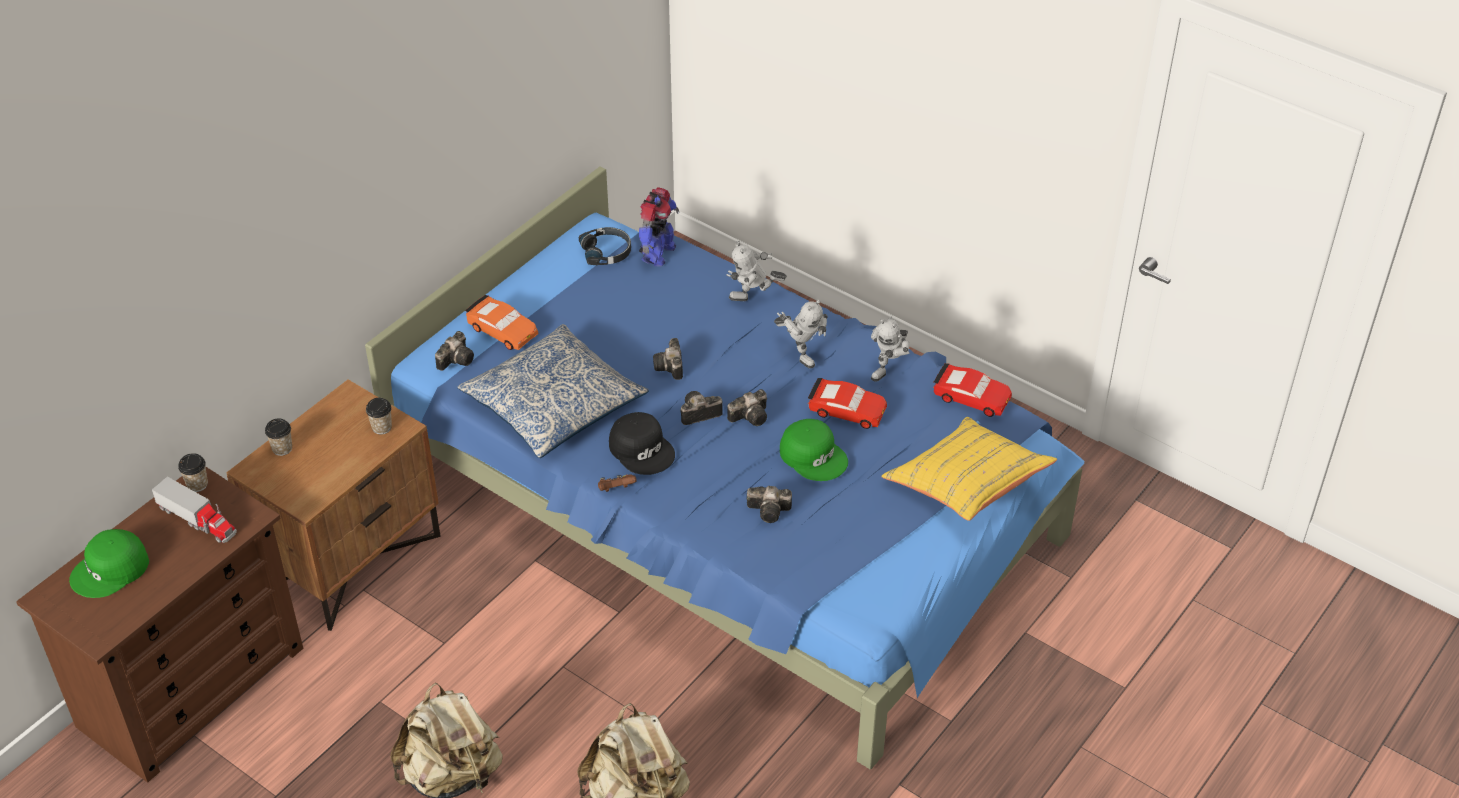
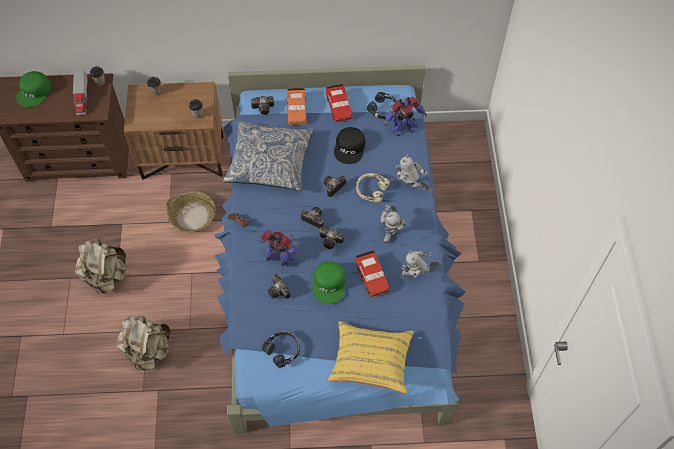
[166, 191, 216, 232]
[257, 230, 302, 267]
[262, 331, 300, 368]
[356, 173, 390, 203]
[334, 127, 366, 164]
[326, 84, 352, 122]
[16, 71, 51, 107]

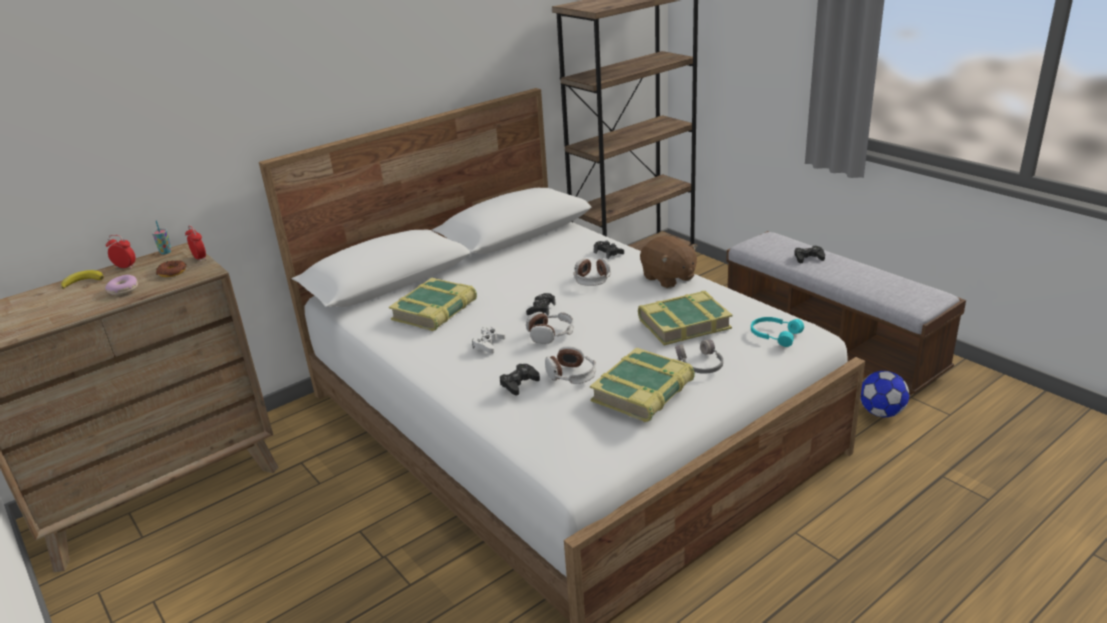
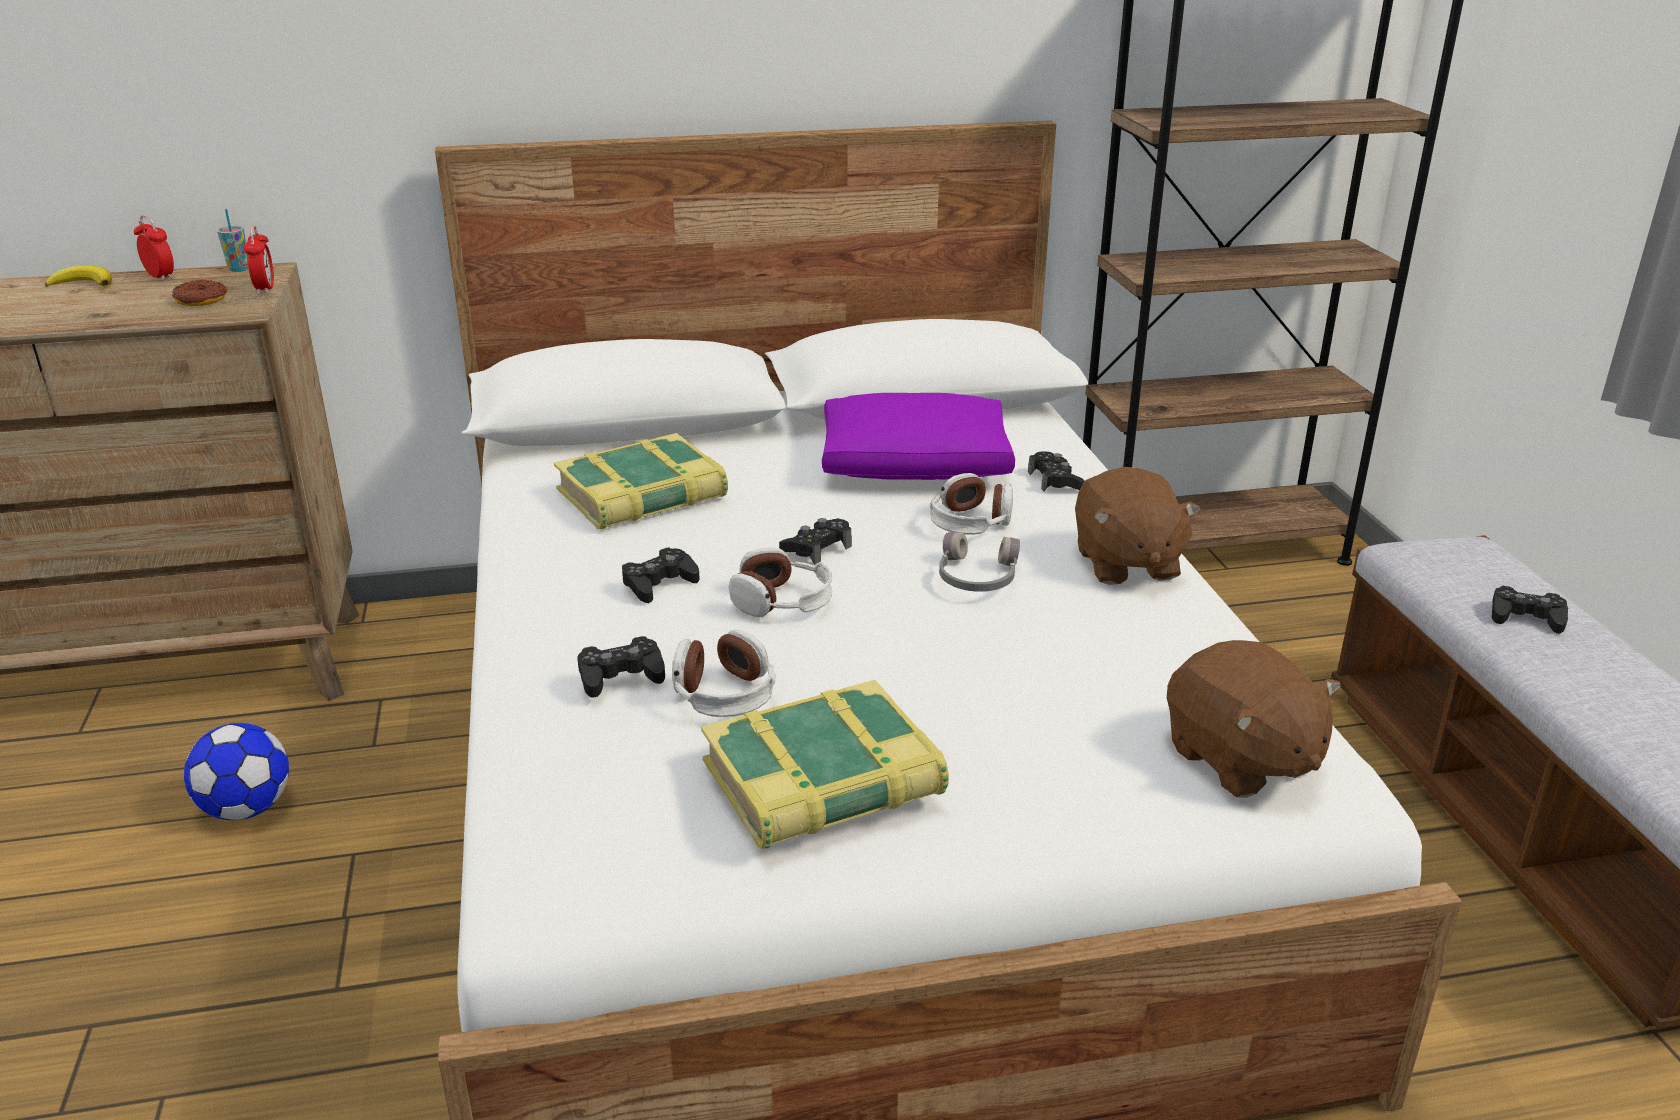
[105, 275, 138, 295] (first image)
[638, 291, 732, 346] (first image)
[822, 393, 1015, 480]
[939, 532, 1020, 592]
[184, 723, 289, 820]
[1167, 640, 1341, 798]
[622, 548, 700, 603]

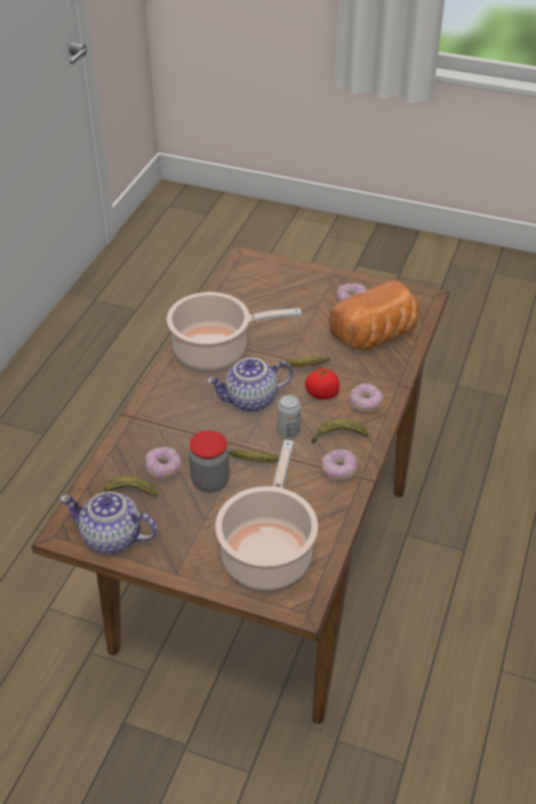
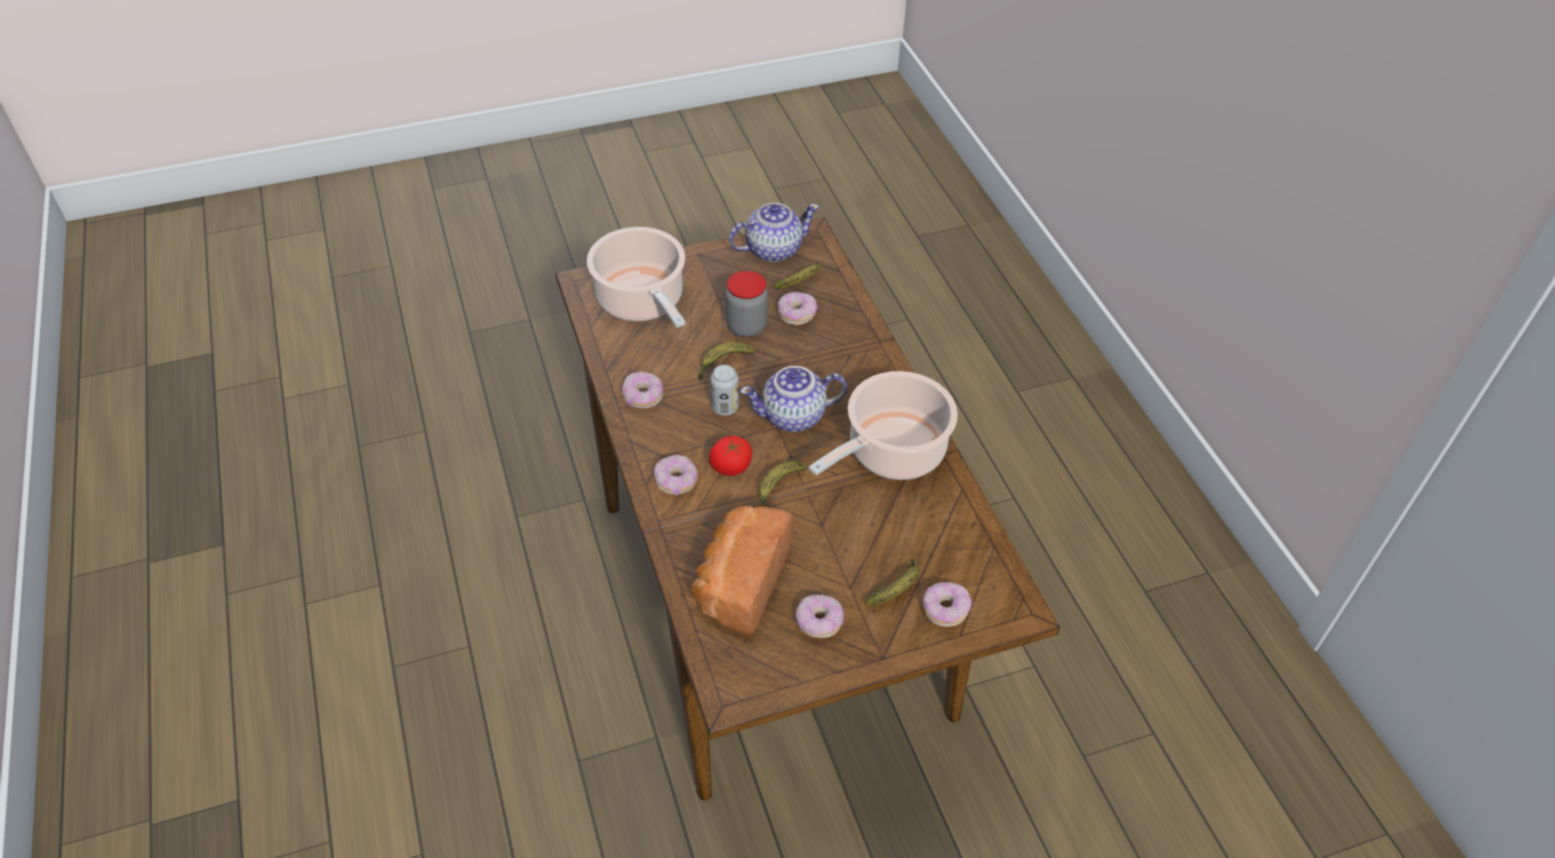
[923, 582, 972, 627]
[865, 559, 919, 606]
[740, 366, 847, 432]

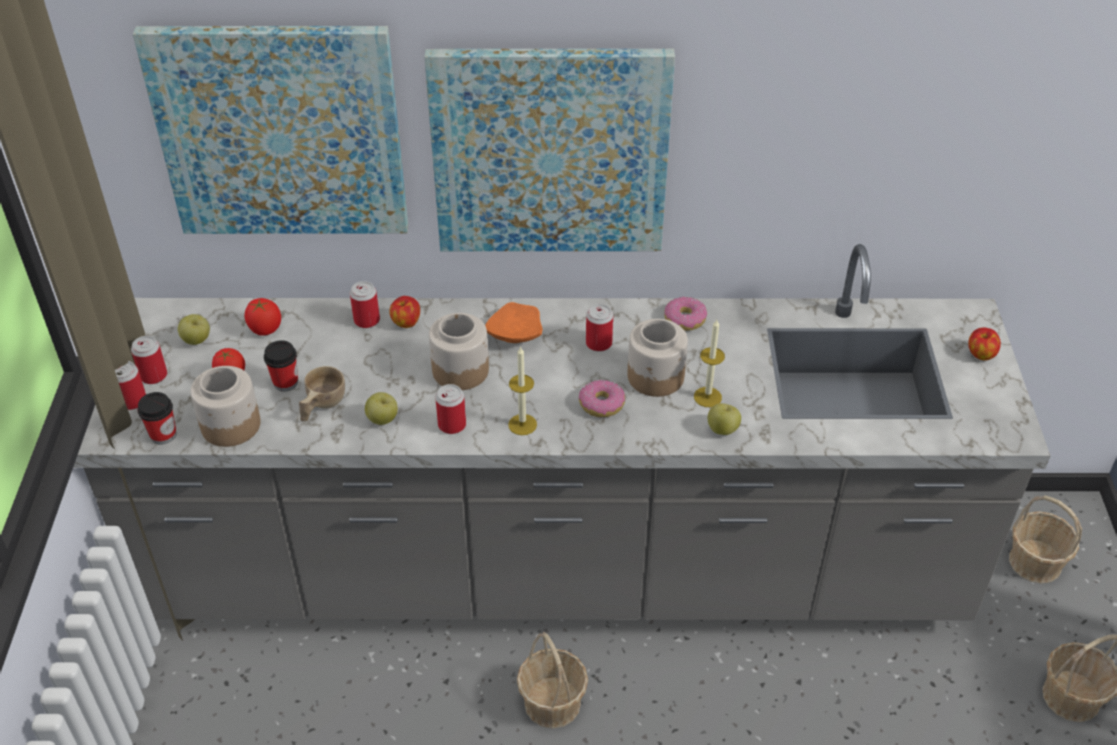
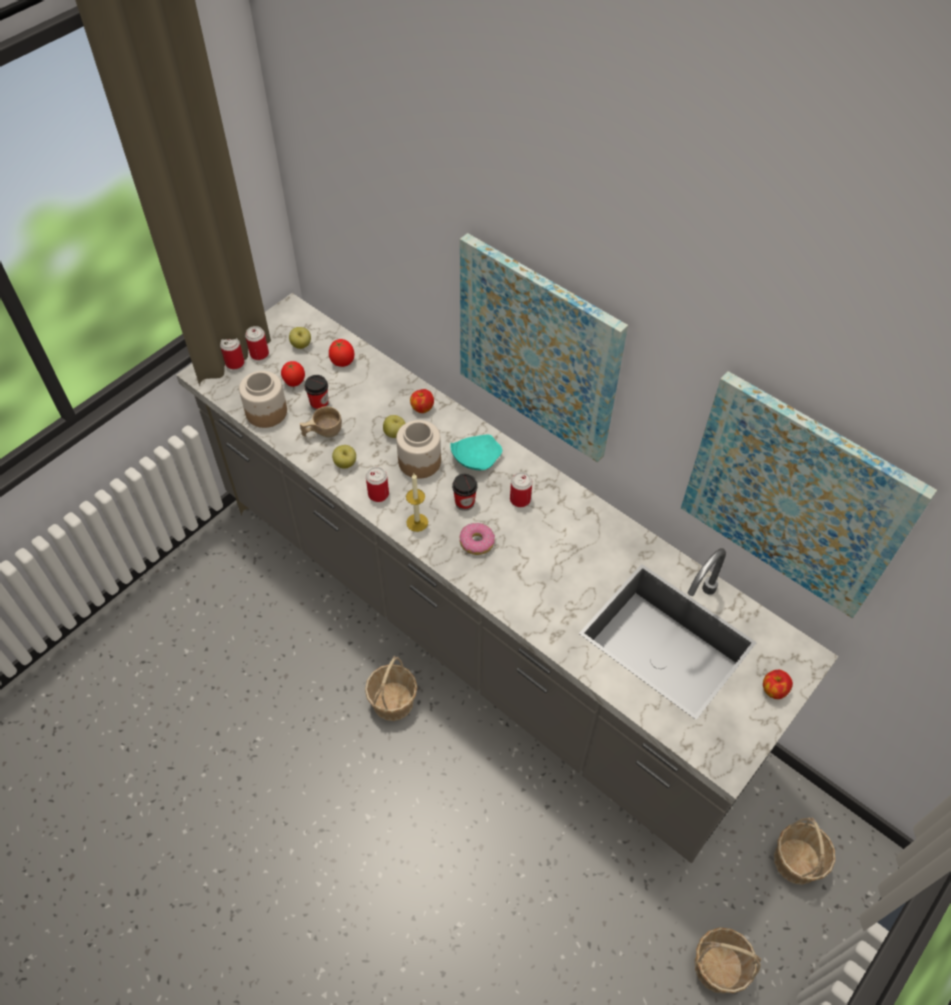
[350, 281, 380, 328] (first image)
[627, 319, 688, 397] (first image)
[664, 296, 707, 331] (first image)
[694, 320, 725, 407] (first image)
[681, 371, 937, 618]
[452, 474, 477, 511]
[383, 415, 405, 438]
[450, 435, 502, 470]

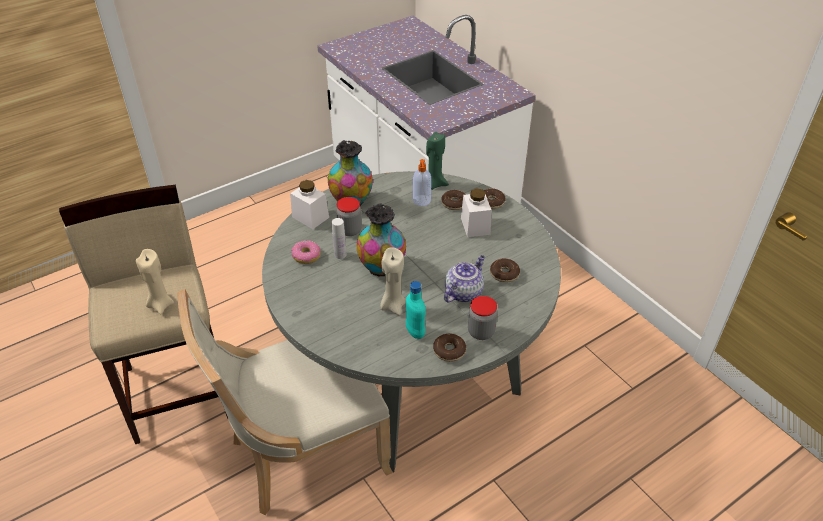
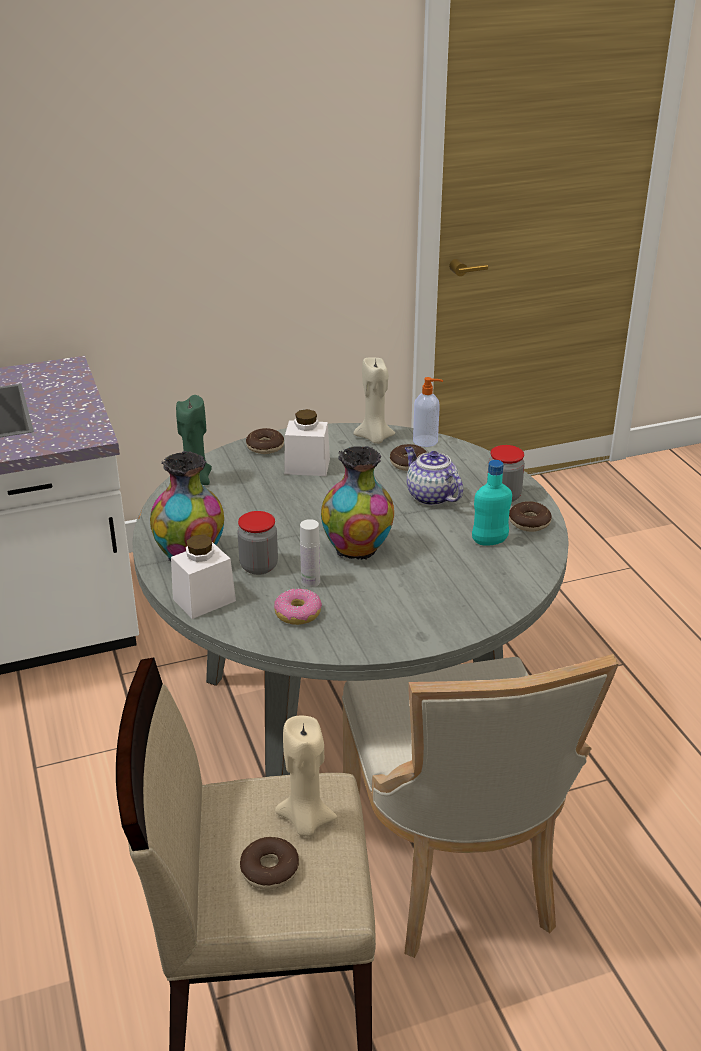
[353, 357, 395, 444]
[413, 377, 443, 447]
[240, 837, 299, 889]

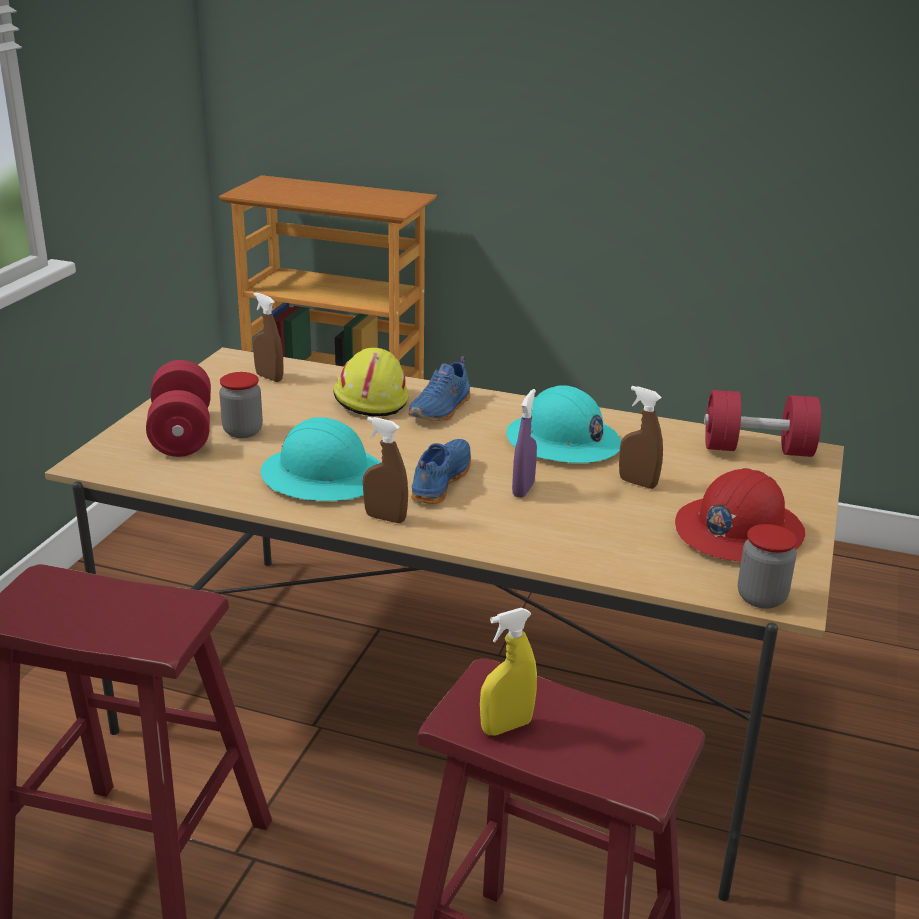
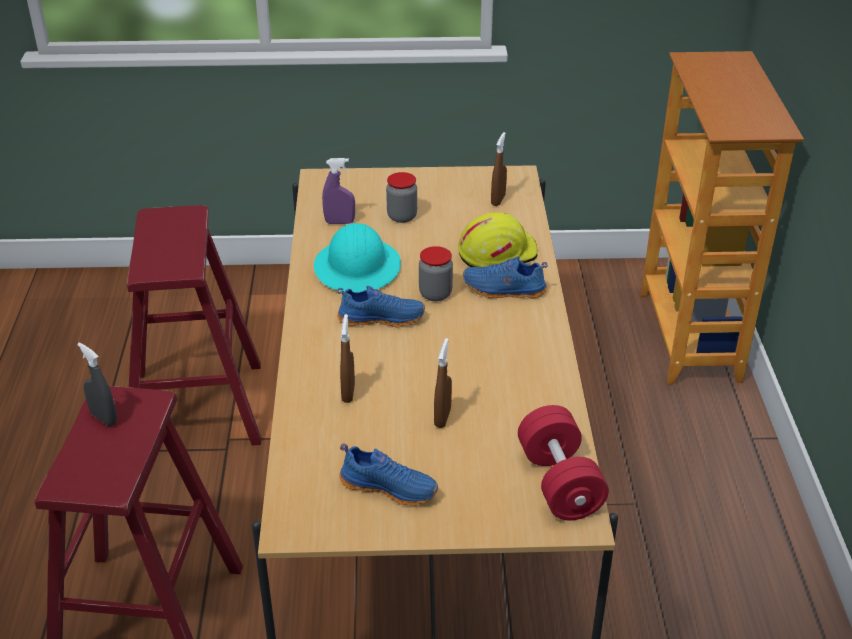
[146, 360, 211, 457] (first image)
[506, 385, 621, 463] (first image)
[340, 314, 355, 403]
[322, 158, 355, 224]
[419, 246, 453, 301]
[339, 443, 438, 505]
[77, 342, 117, 426]

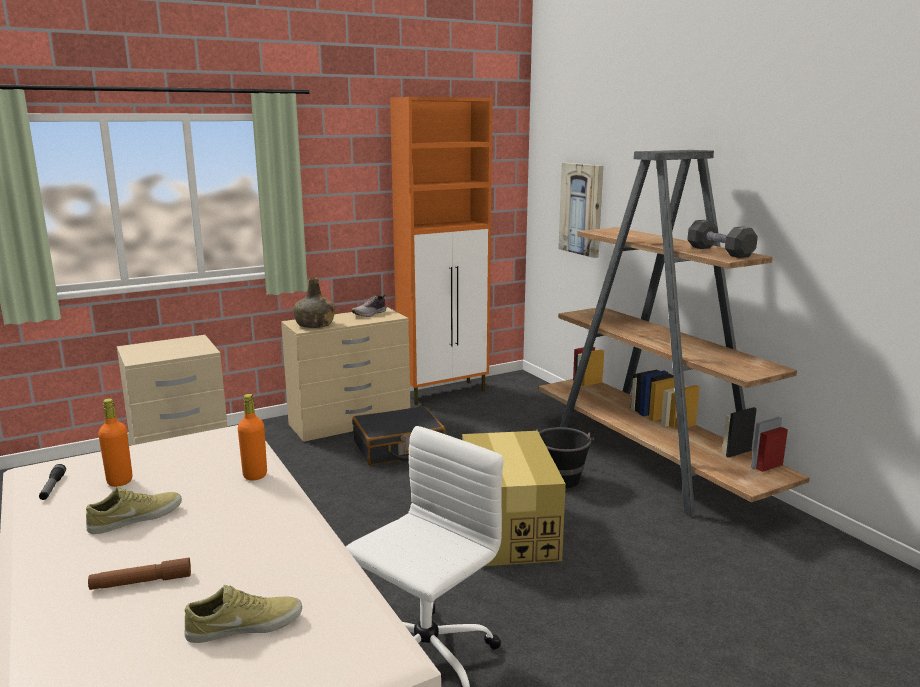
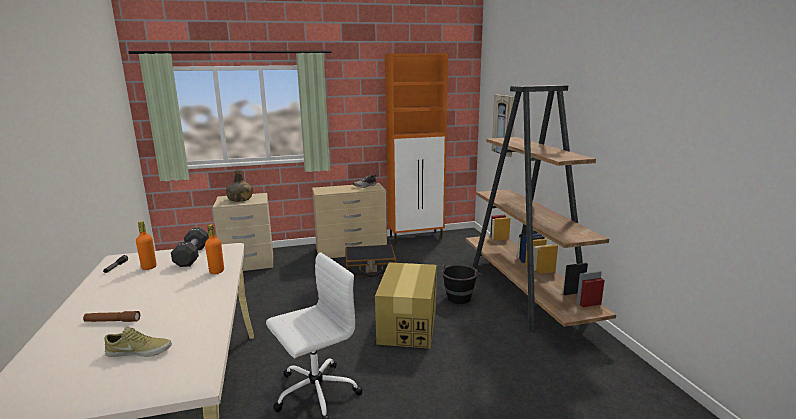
[86, 486, 182, 534] (first image)
[226, 170, 253, 202]
[171, 227, 209, 267]

